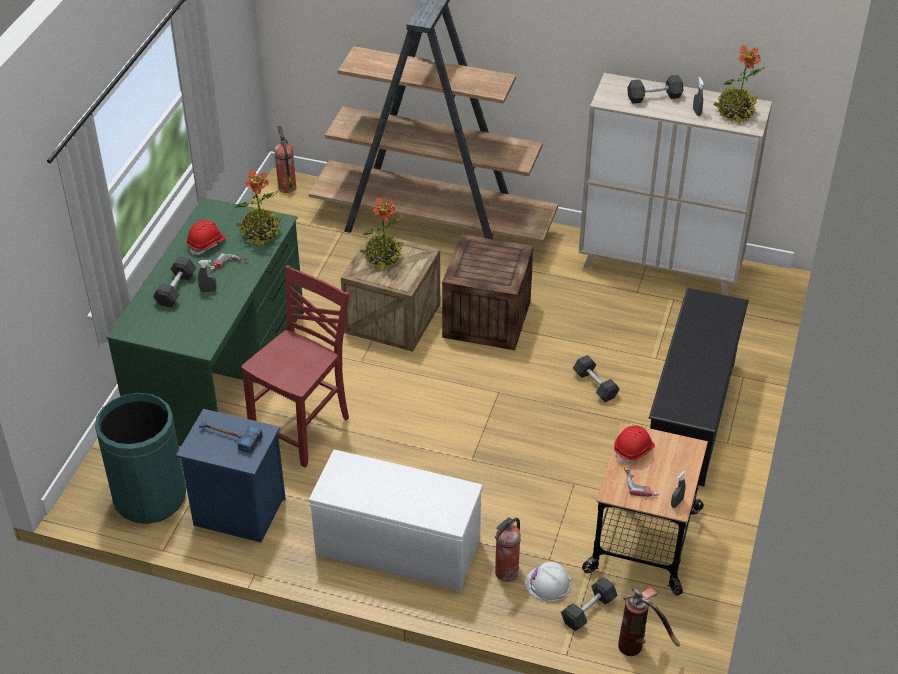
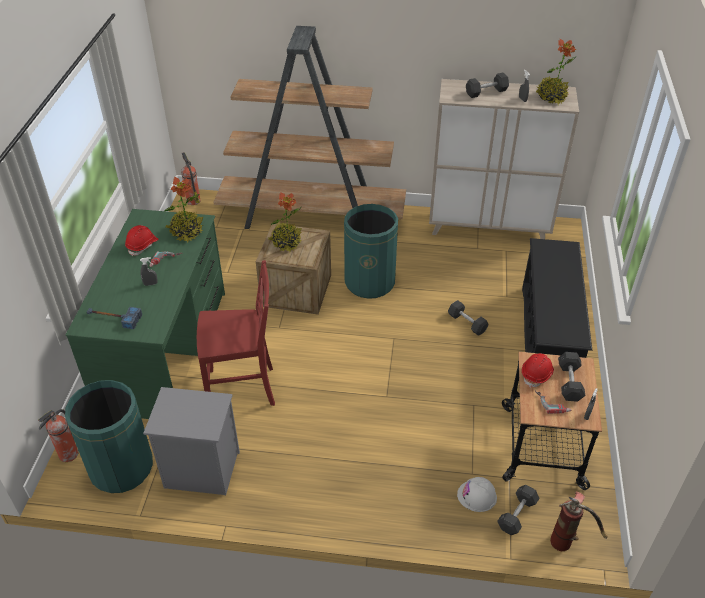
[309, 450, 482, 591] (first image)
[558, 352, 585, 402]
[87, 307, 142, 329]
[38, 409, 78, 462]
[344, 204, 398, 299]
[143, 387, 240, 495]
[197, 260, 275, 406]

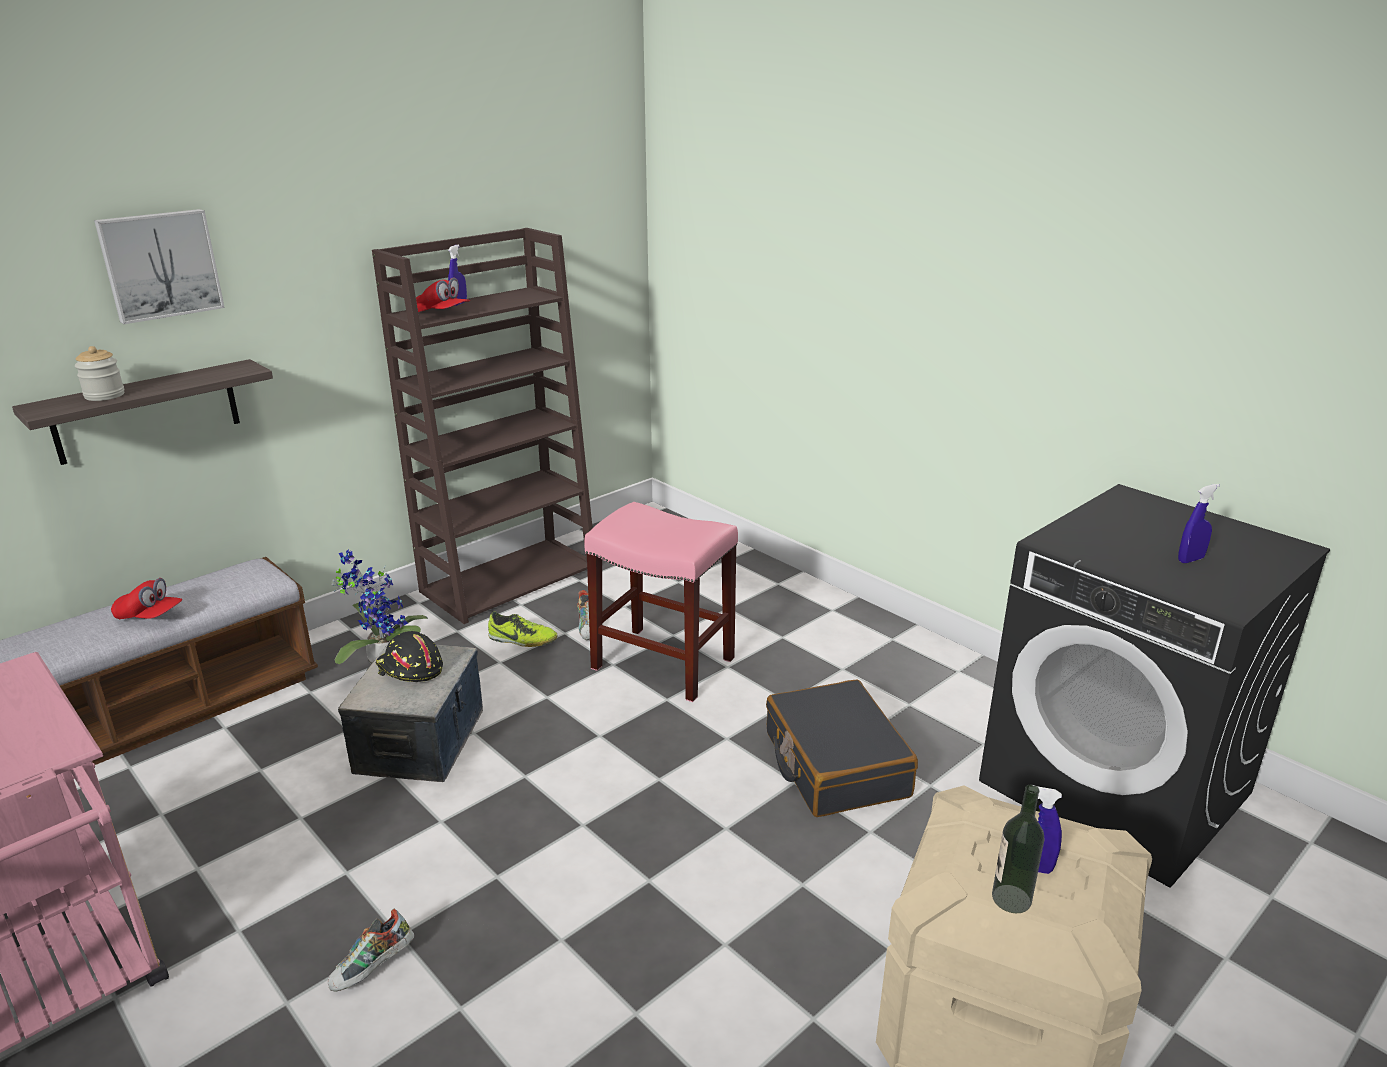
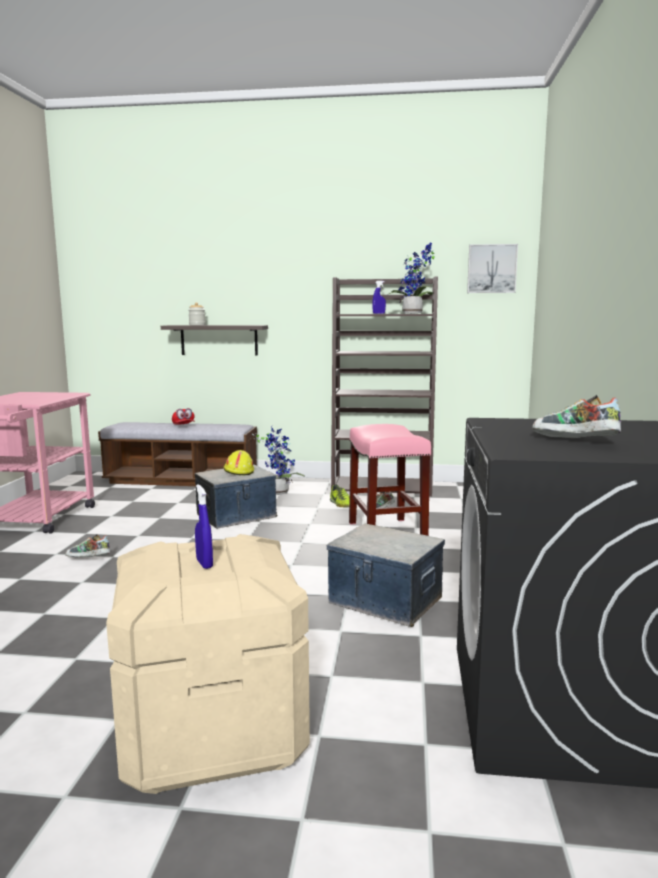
[416, 277, 470, 312] (first image)
[992, 785, 1045, 913] (first image)
[387, 243, 435, 314]
[467, 244, 518, 293]
[327, 524, 445, 627]
[532, 395, 621, 438]
[224, 450, 254, 475]

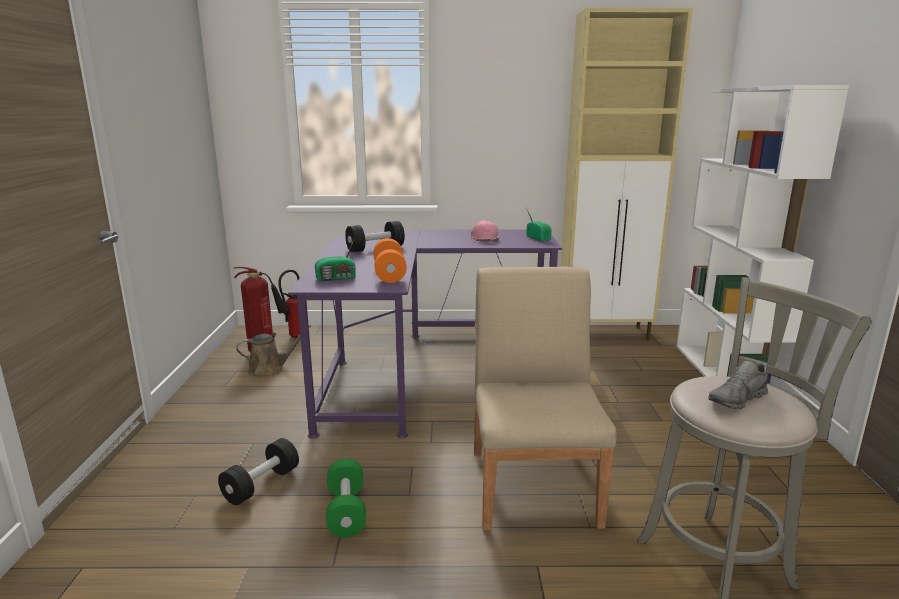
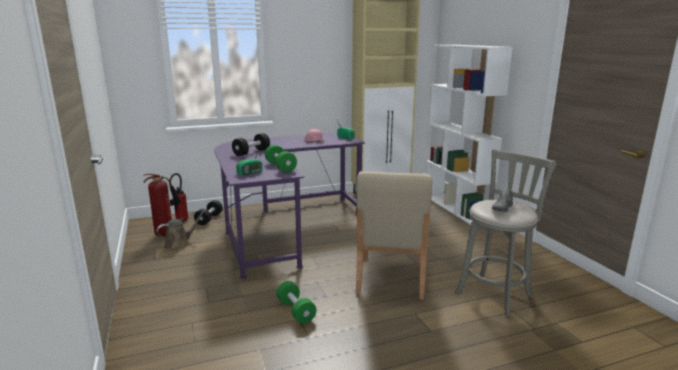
[194, 200, 223, 225]
[265, 145, 297, 172]
[356, 171, 432, 300]

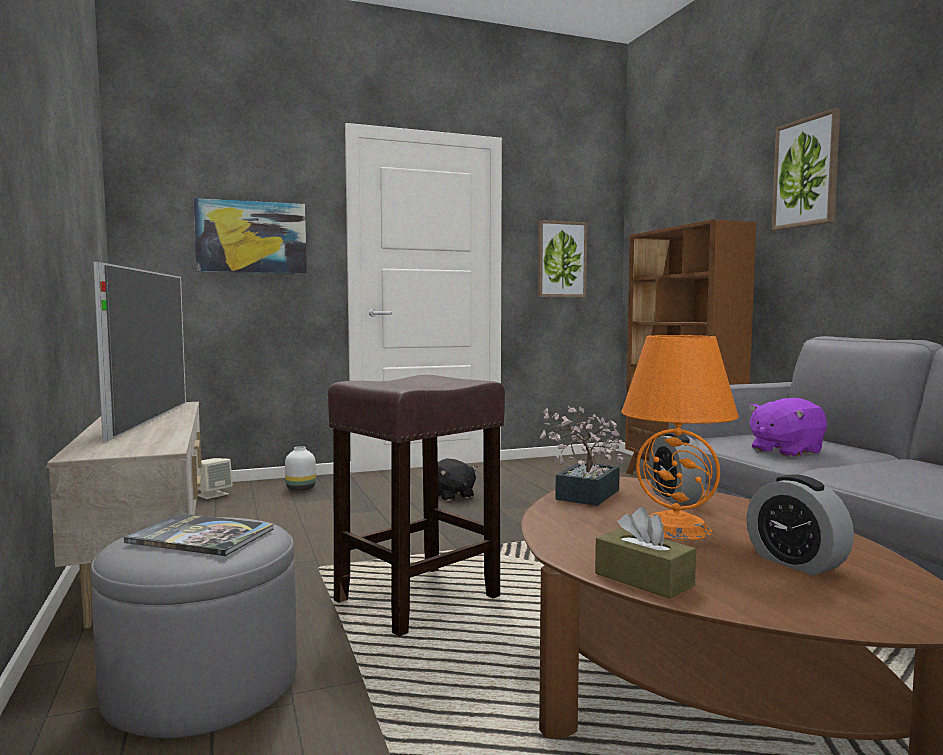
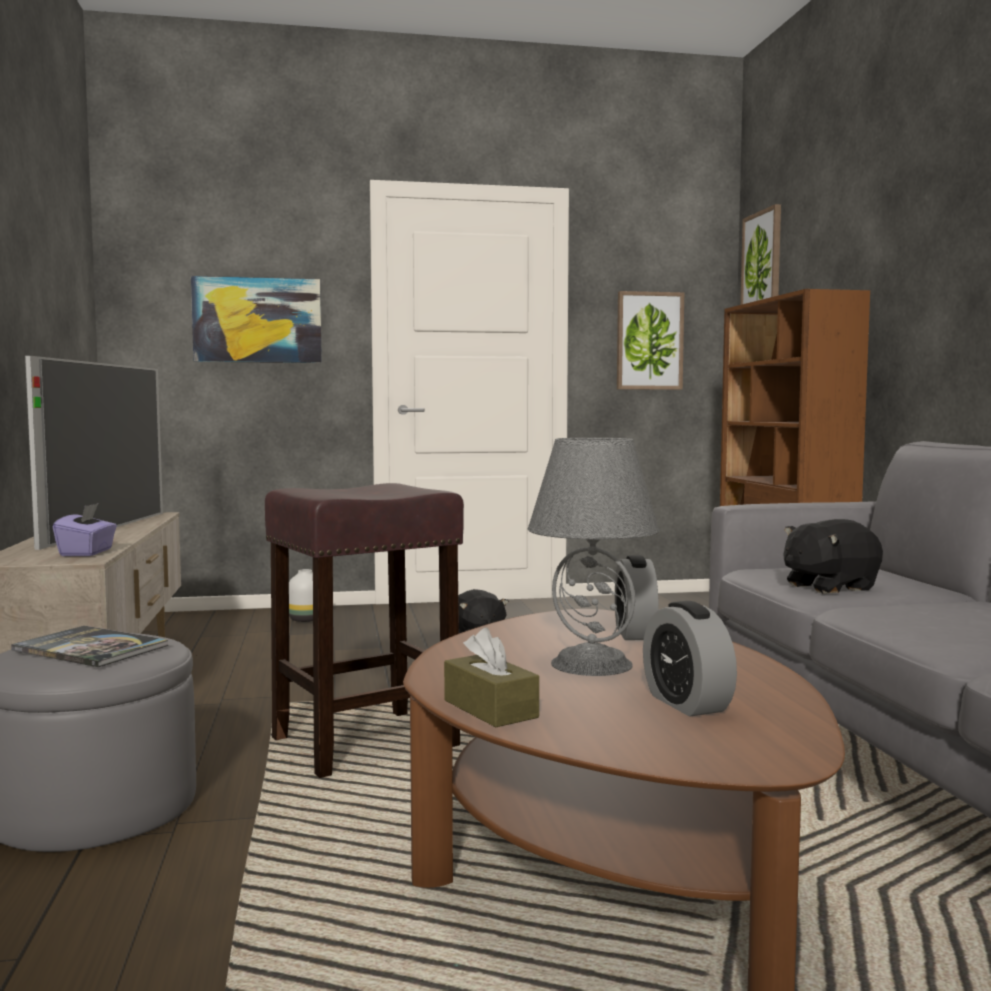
[198, 458, 233, 499] (first image)
[540, 406, 623, 506] (first image)
[53, 503, 117, 556]
[740, 204, 781, 305]
[528, 438, 659, 676]
[784, 519, 883, 594]

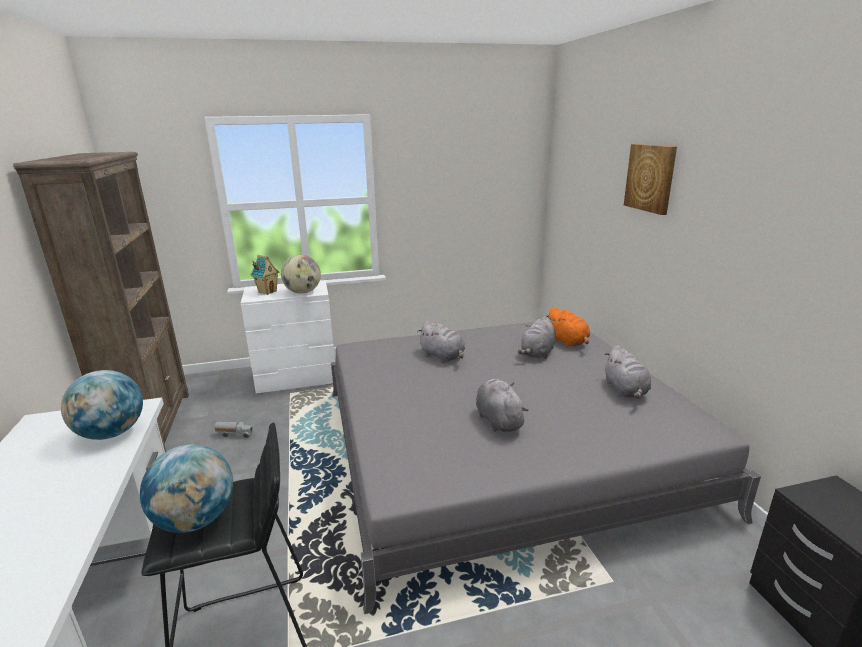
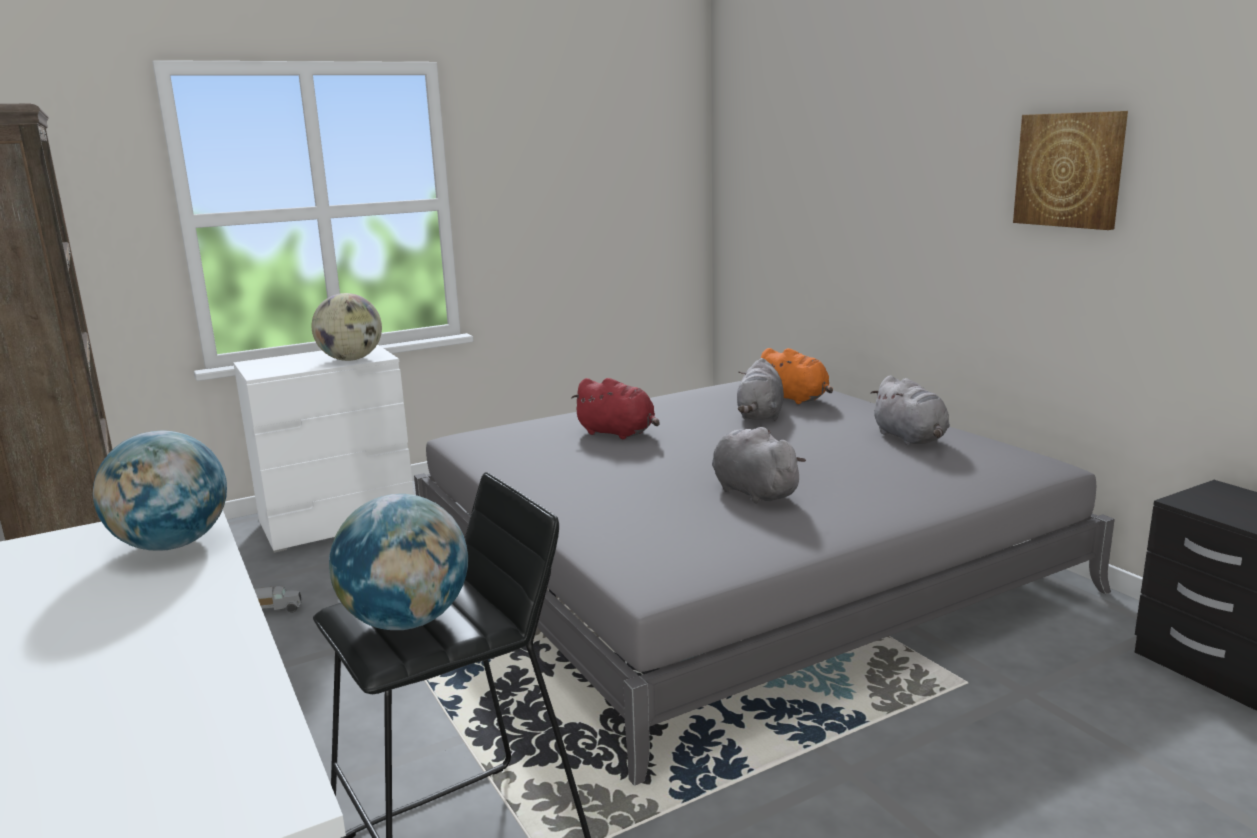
[250, 255, 280, 295] (first image)
[1013, 111, 1128, 230]
[571, 378, 660, 439]

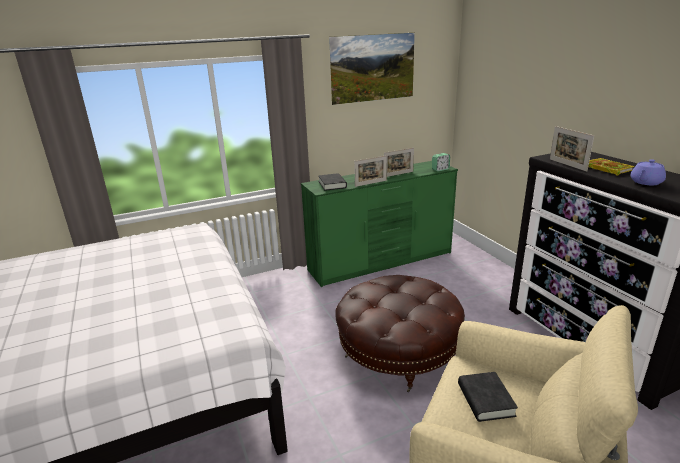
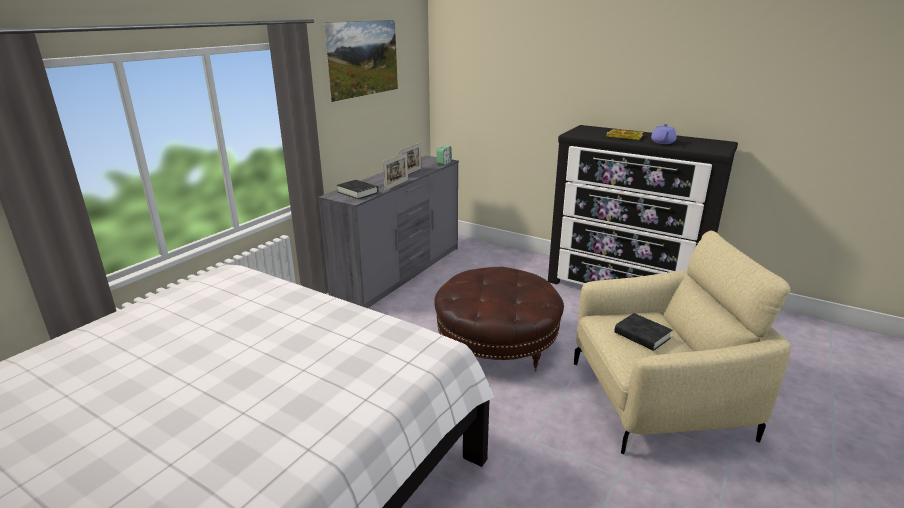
[550, 126, 594, 172] (first image)
[318, 156, 459, 308]

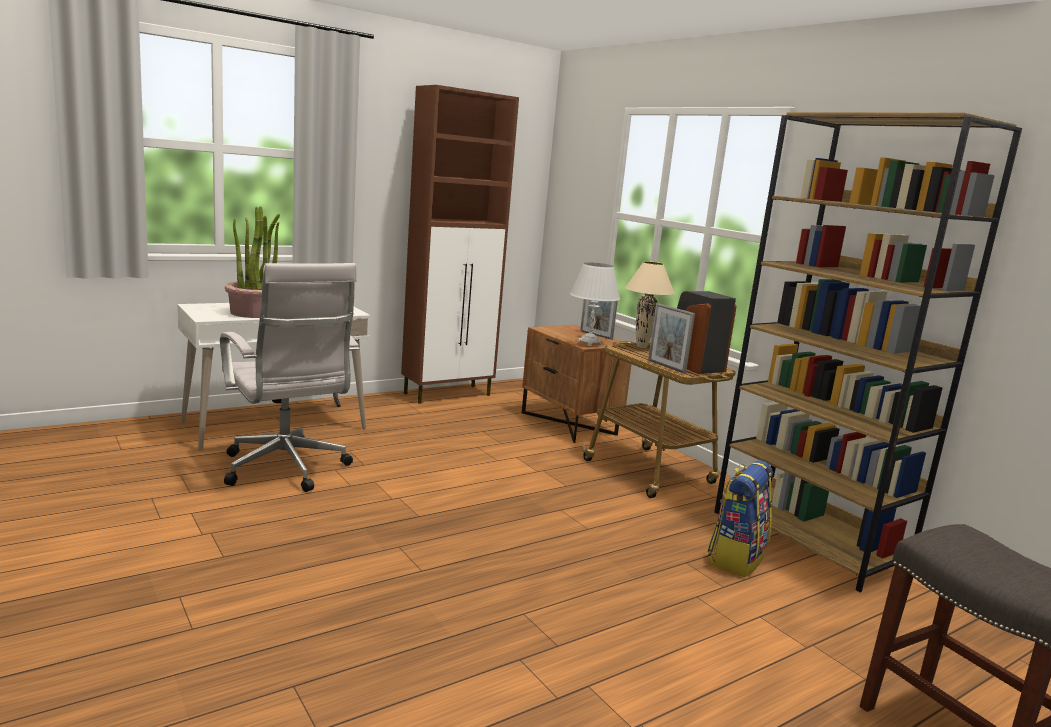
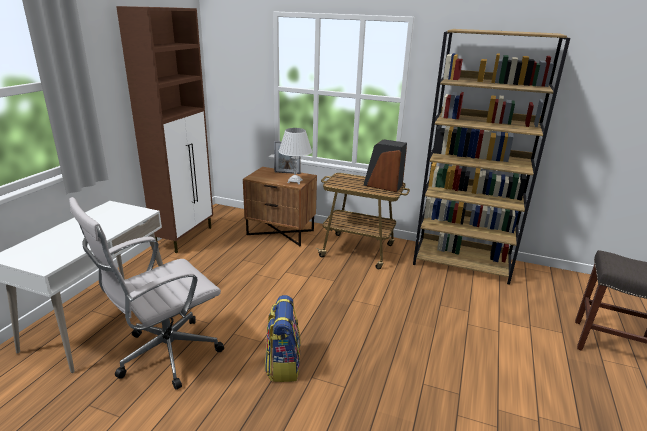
[225, 206, 280, 318] (first image)
[625, 261, 675, 348] (first image)
[648, 303, 695, 373] (first image)
[265, 295, 301, 382]
[69, 197, 224, 390]

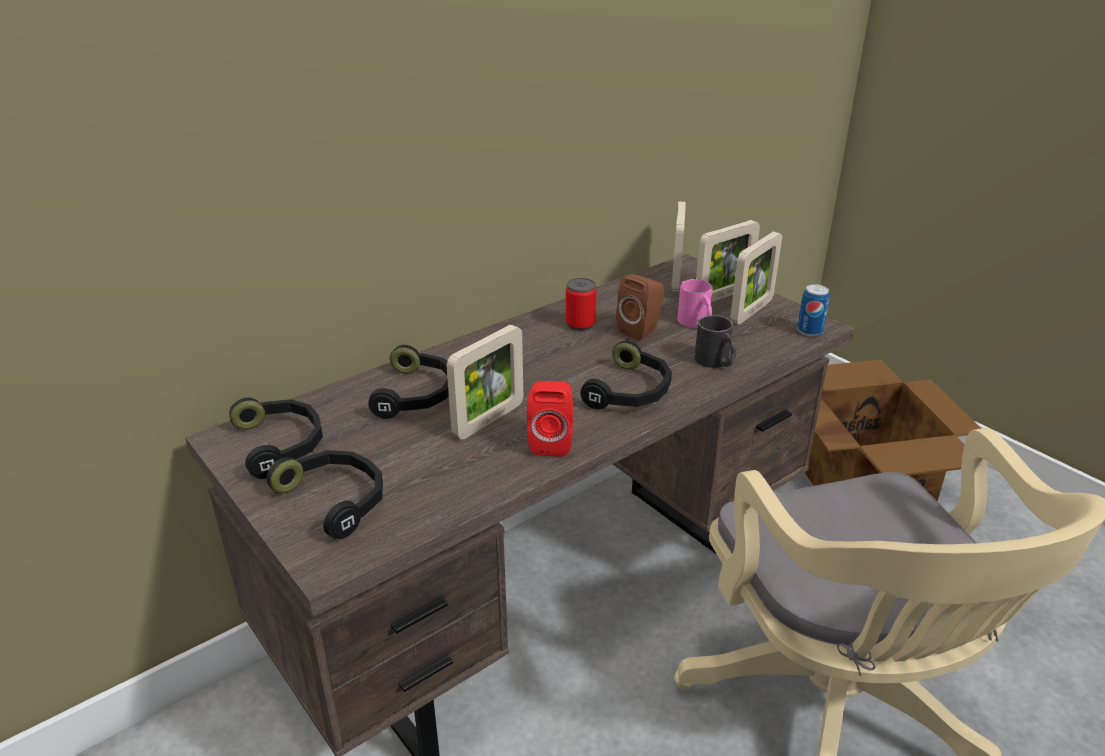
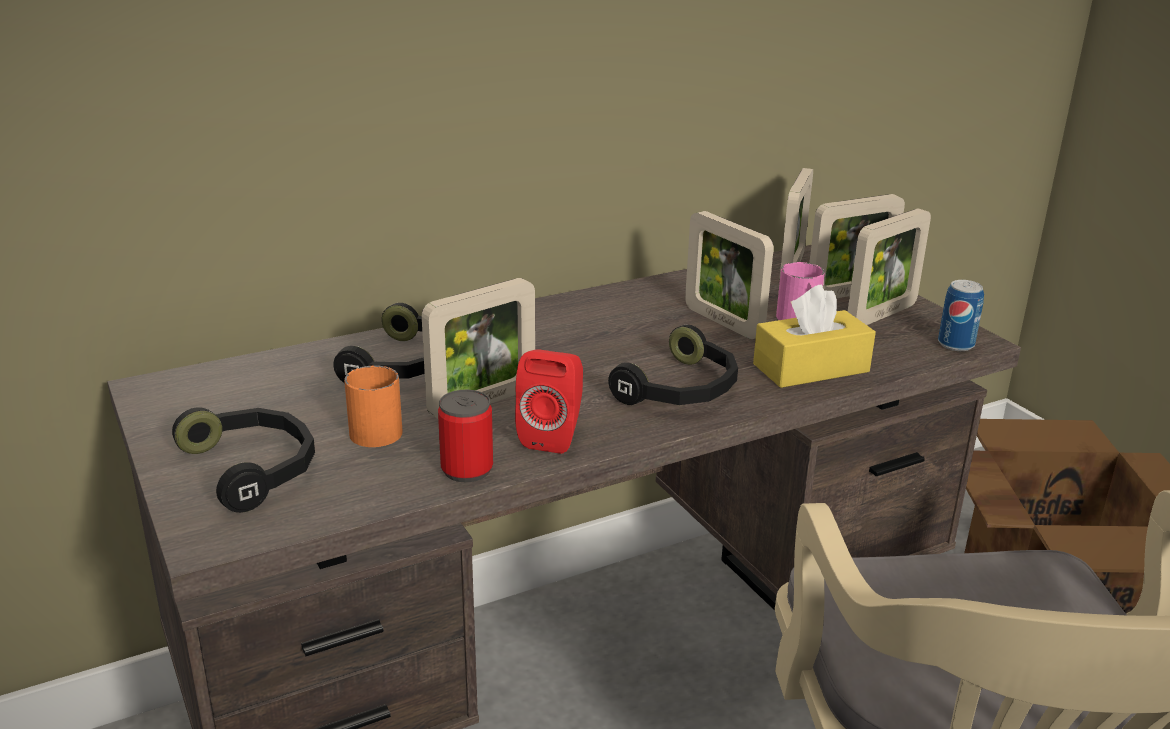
[229, 398, 323, 479] (first image)
[344, 365, 403, 447]
[438, 390, 493, 482]
[685, 211, 774, 339]
[753, 285, 876, 388]

